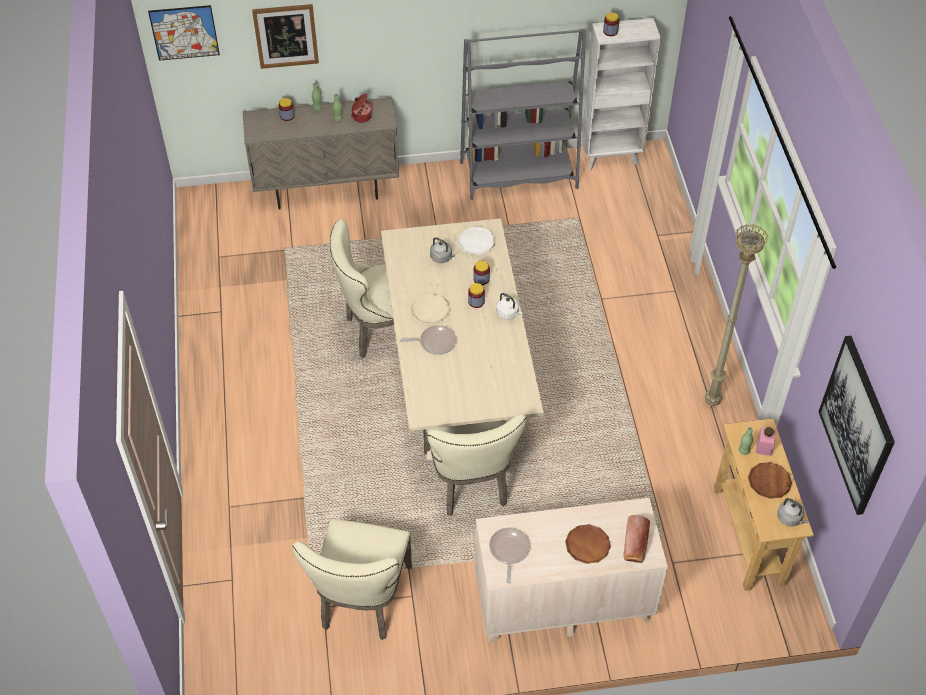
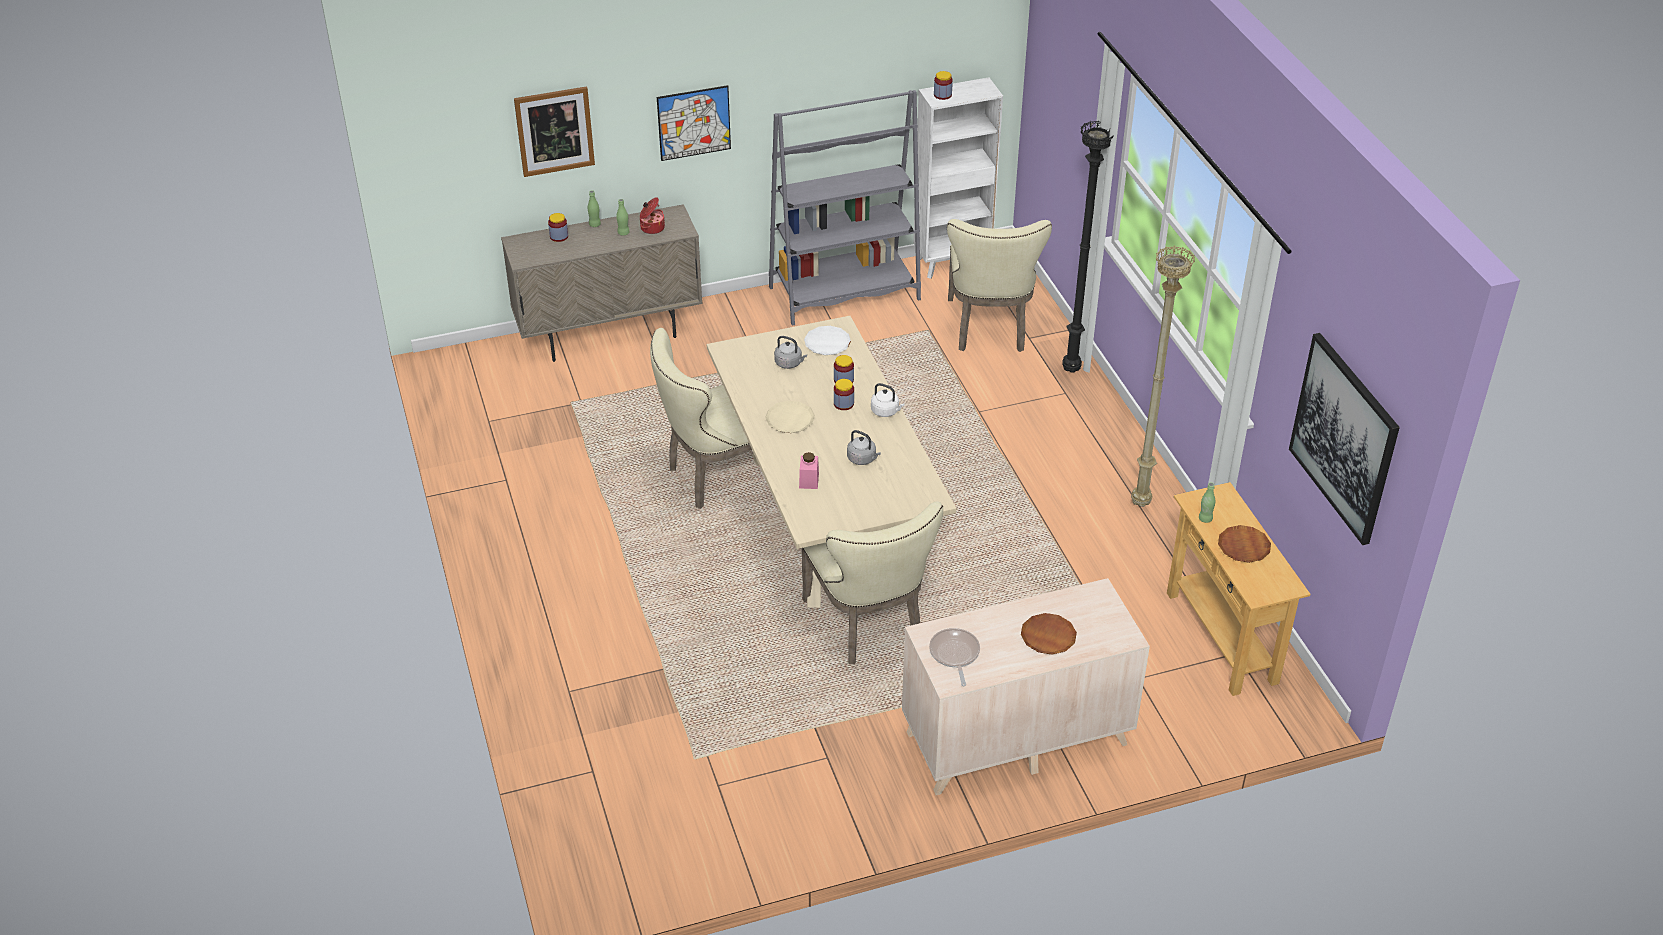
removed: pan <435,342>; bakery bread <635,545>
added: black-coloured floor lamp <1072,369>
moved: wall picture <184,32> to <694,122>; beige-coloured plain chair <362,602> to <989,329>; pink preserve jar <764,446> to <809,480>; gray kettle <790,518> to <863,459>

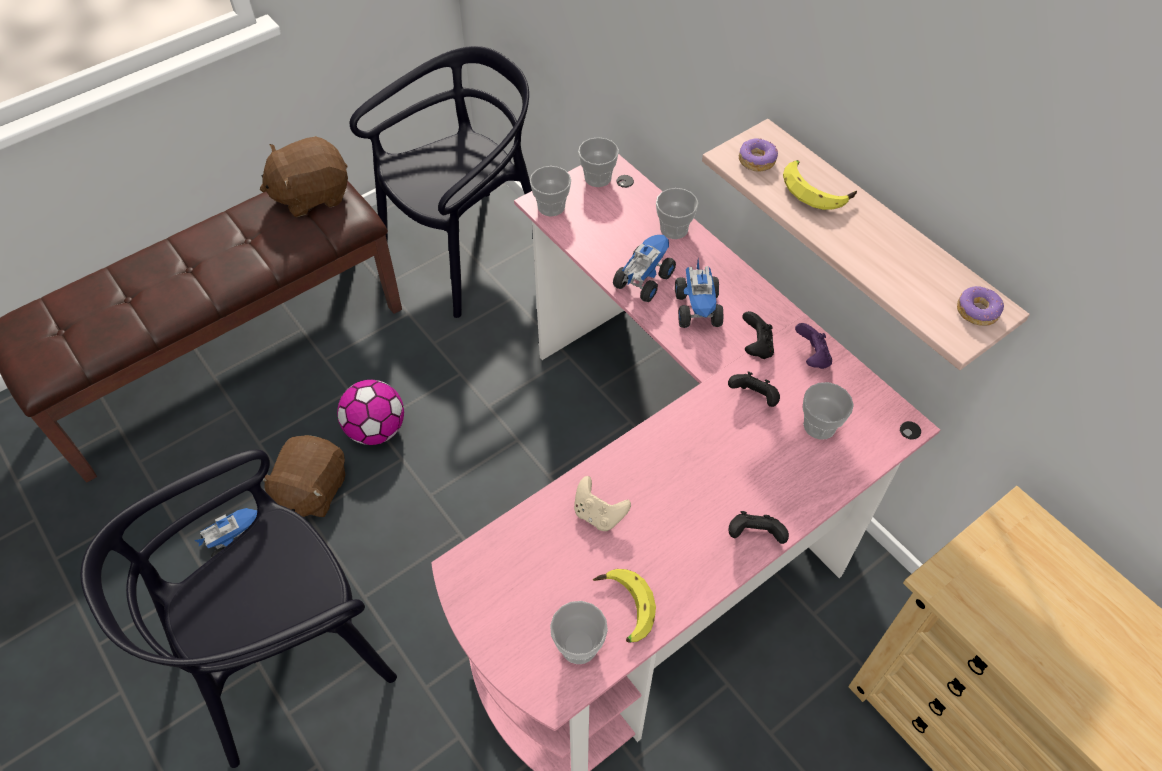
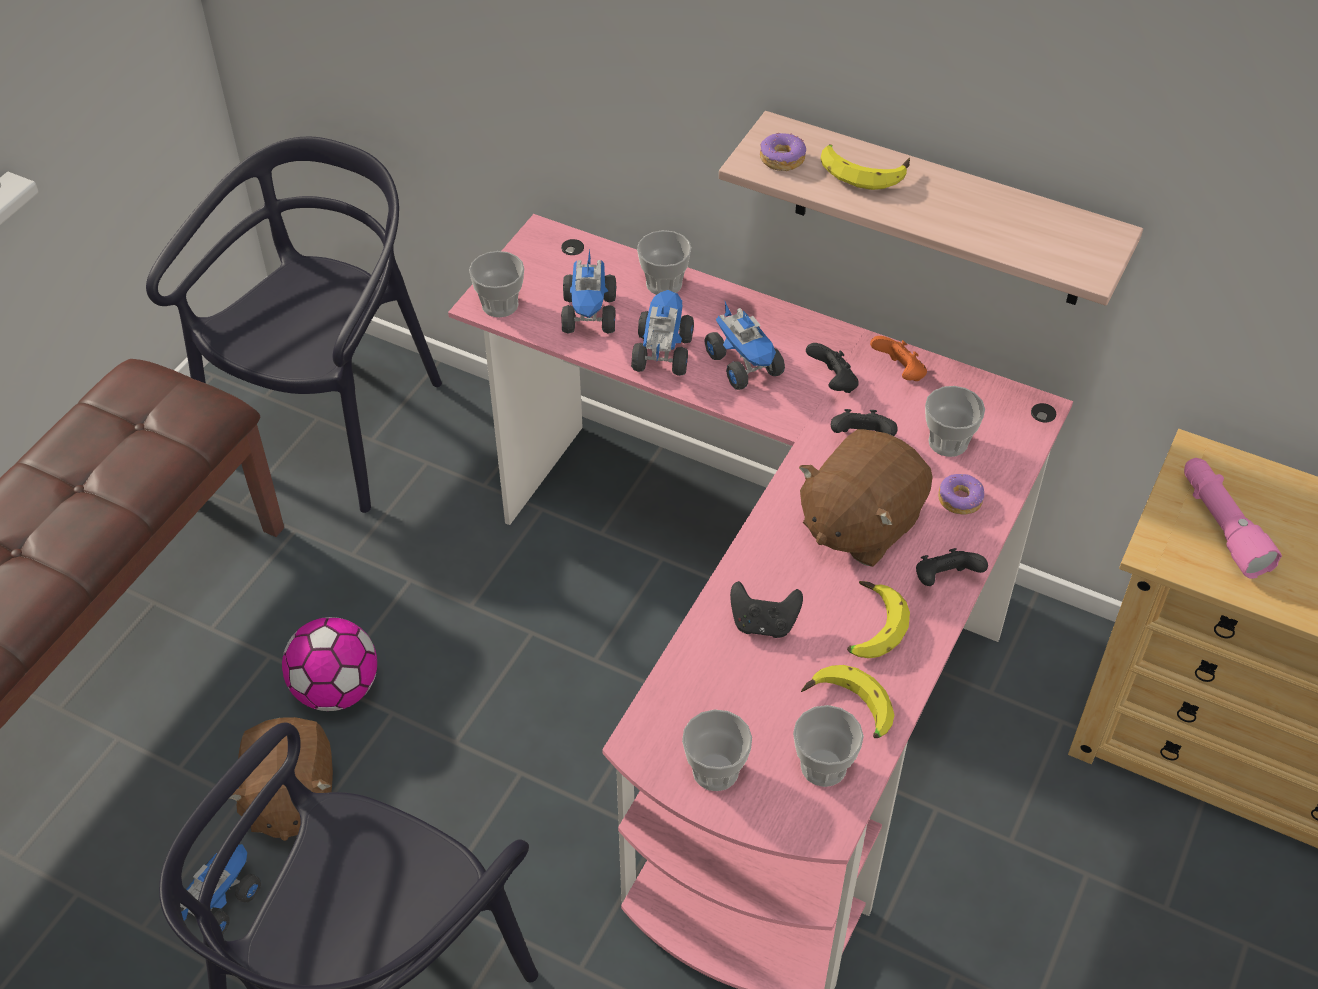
added: toy truck <590,315>; banana fruit <869,626>; pink hand torch <1221,525>
moved: brownish plush toy <311,195> to <859,524>; drinking cup <598,178> to <715,771>; doughnut <977,311> to <960,499>
recoloured: beige-coloured gamepad <598,514> to black-coloured gamepad <763,623>; purple gamepad <811,357> to orangey gamepad <899,373>

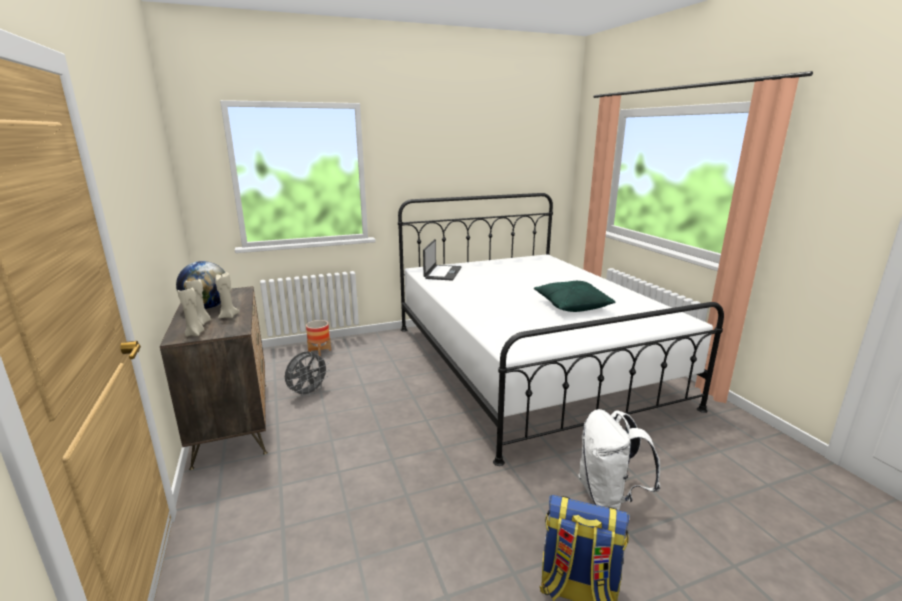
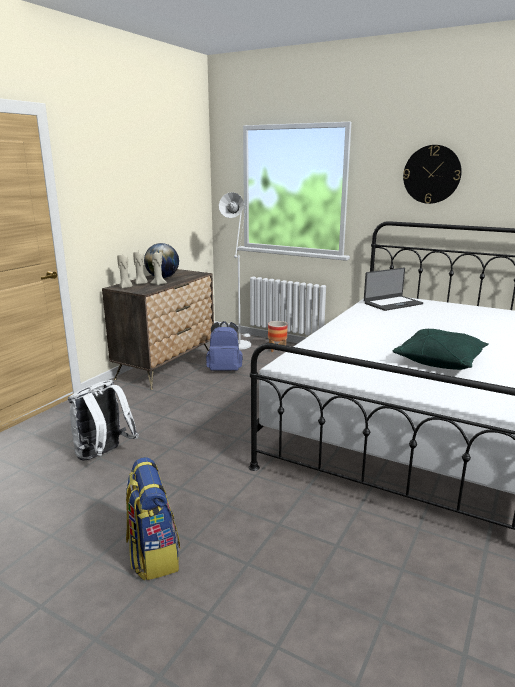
added: white-coloured floor lamp <239,343>; wall clock <431,174>
moved: white-coloured knapsack <609,497> to <103,455>
replaced: gray electric fan <308,393> to blue-coloured knapsack <225,370>

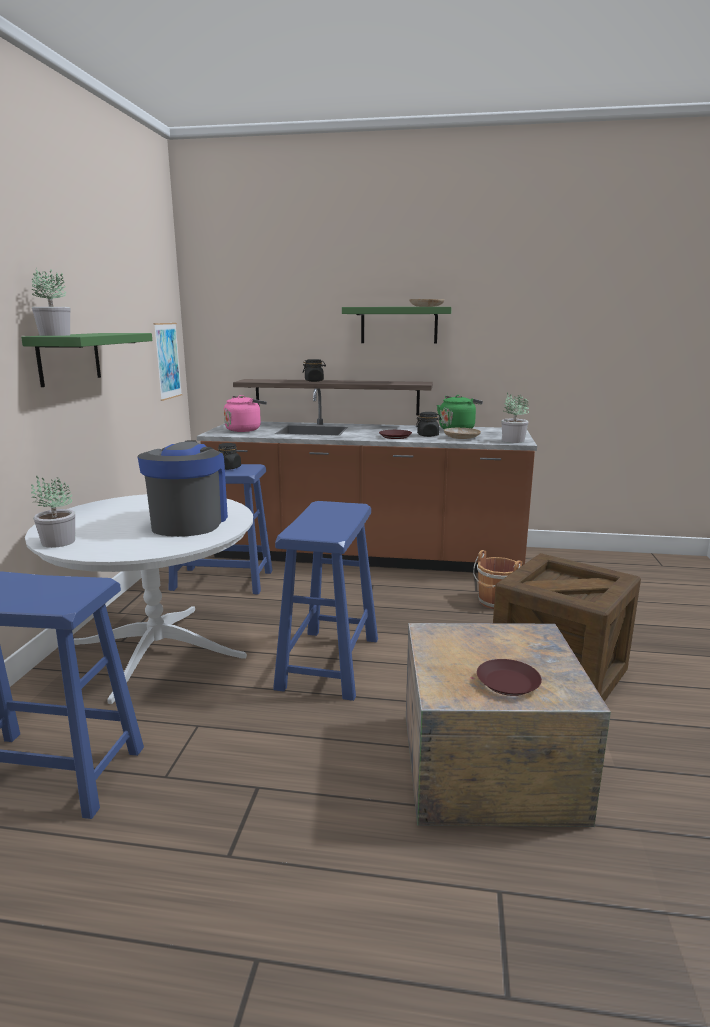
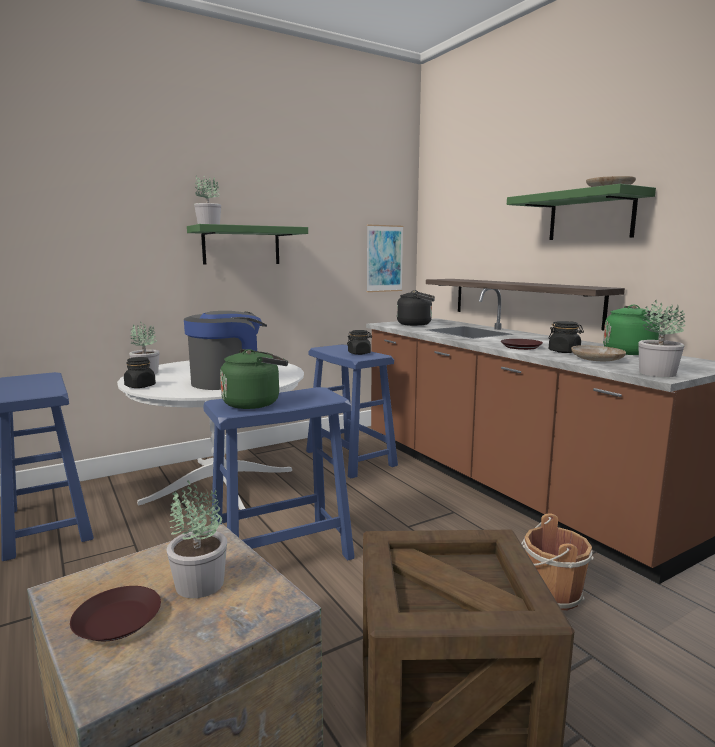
added: houseplant <198,583>; green-coloured kettle <255,403>
moved: black-coloured preserve jar <314,381> to <140,386>
recoloured: pink kettle <245,429> to black-coloured kettle <416,324>

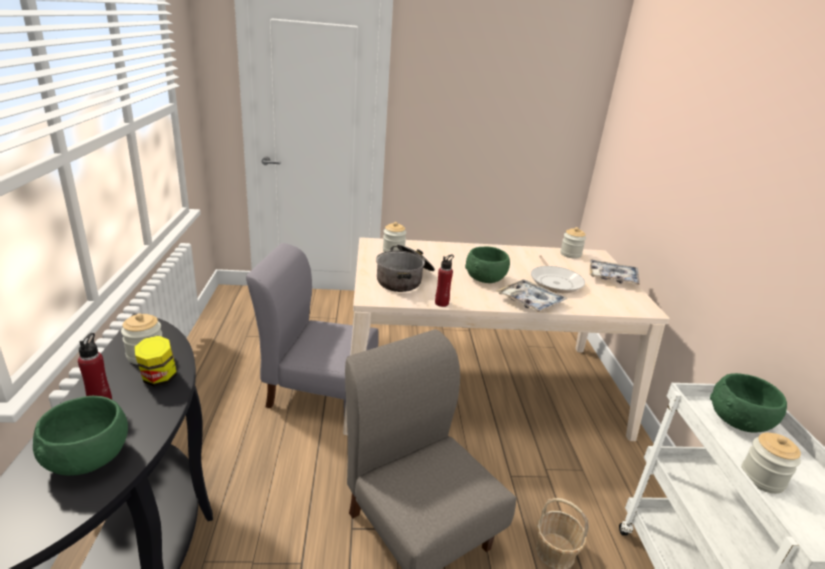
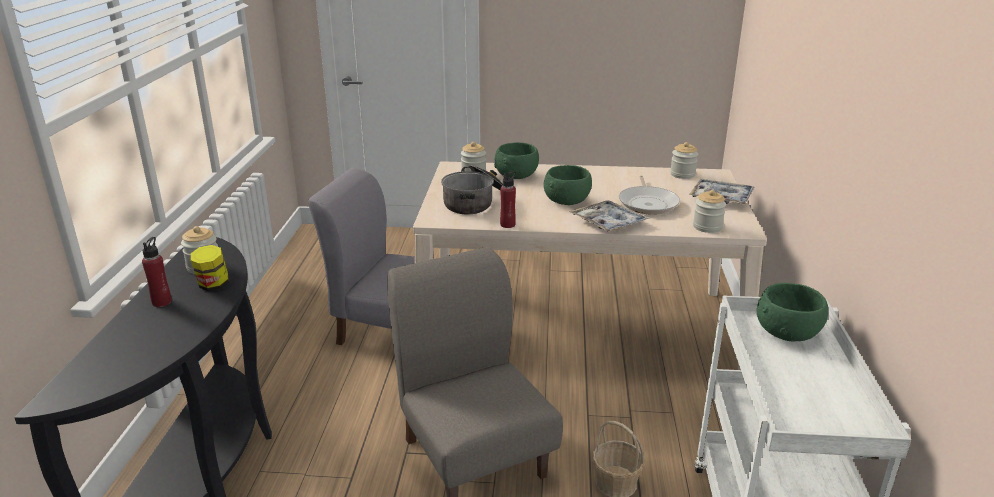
moved: green-coloured bowl <88,459> to <516,176>; preserve jar <762,478> to <707,227>

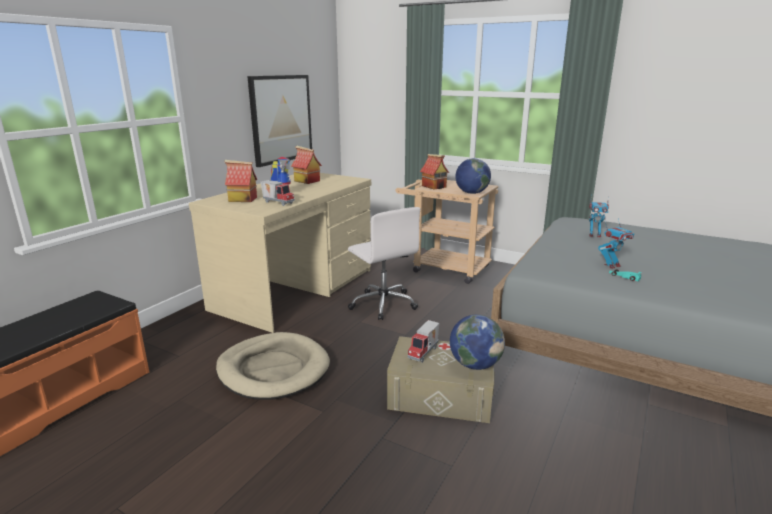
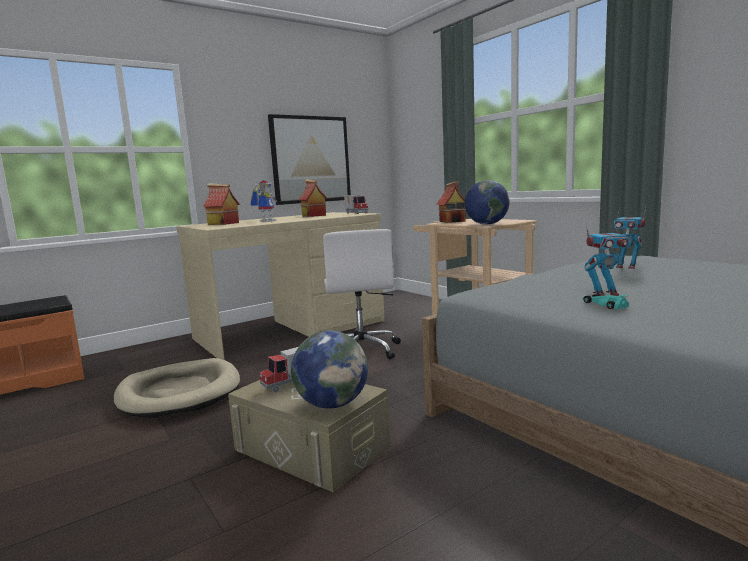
moved: toy truck <279,202> to <357,213>

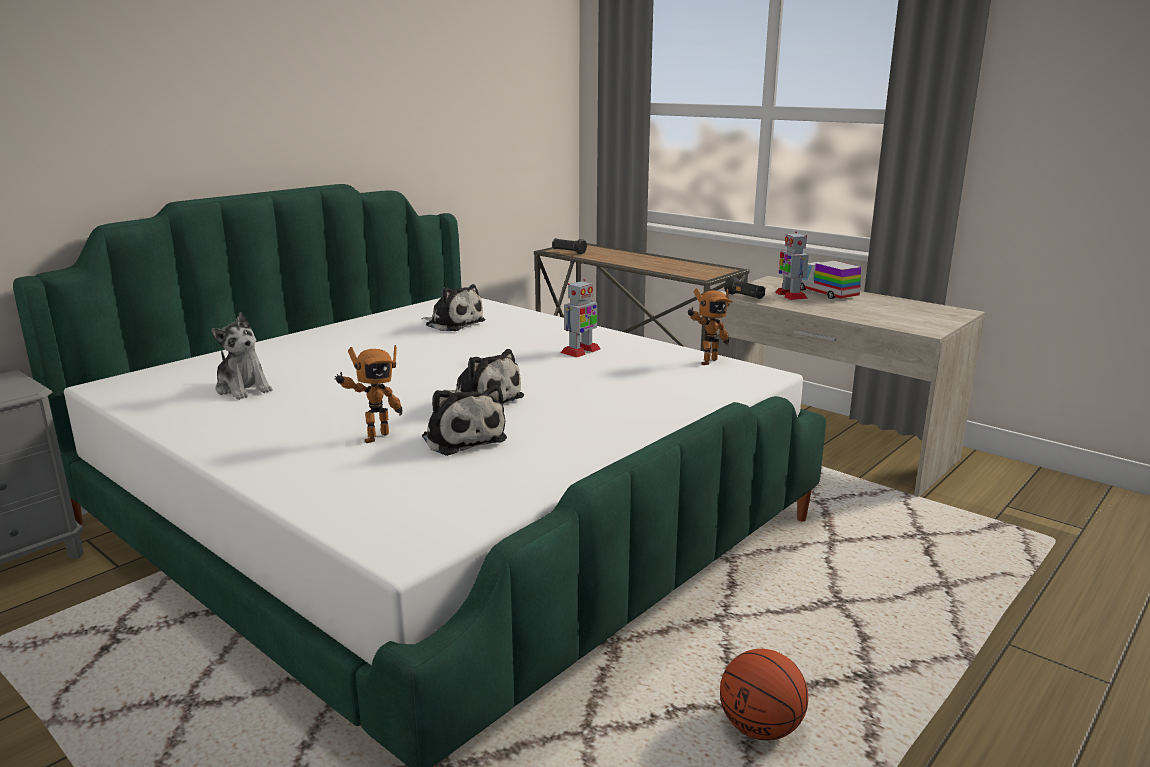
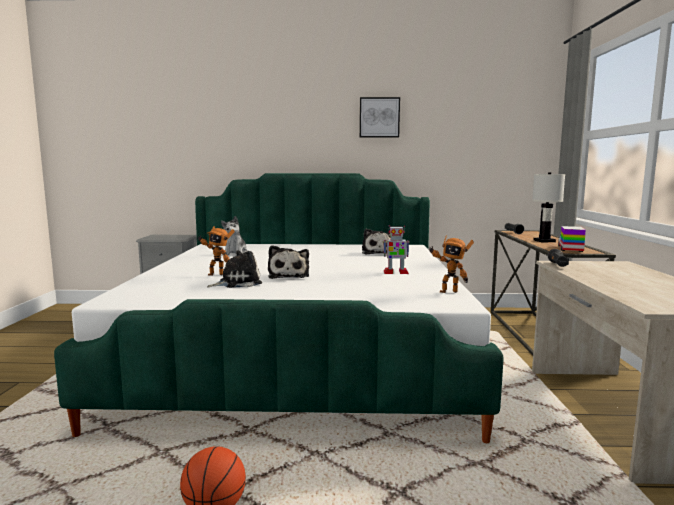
removed: robot figure <790,295>
added: wall picture <379,117>; white-coloured tabletop lamp <544,241>
moved: toy truck <826,293> to <570,249>
turned: plush toy <462,438> = <237,283> 135 degrees counterclockwise

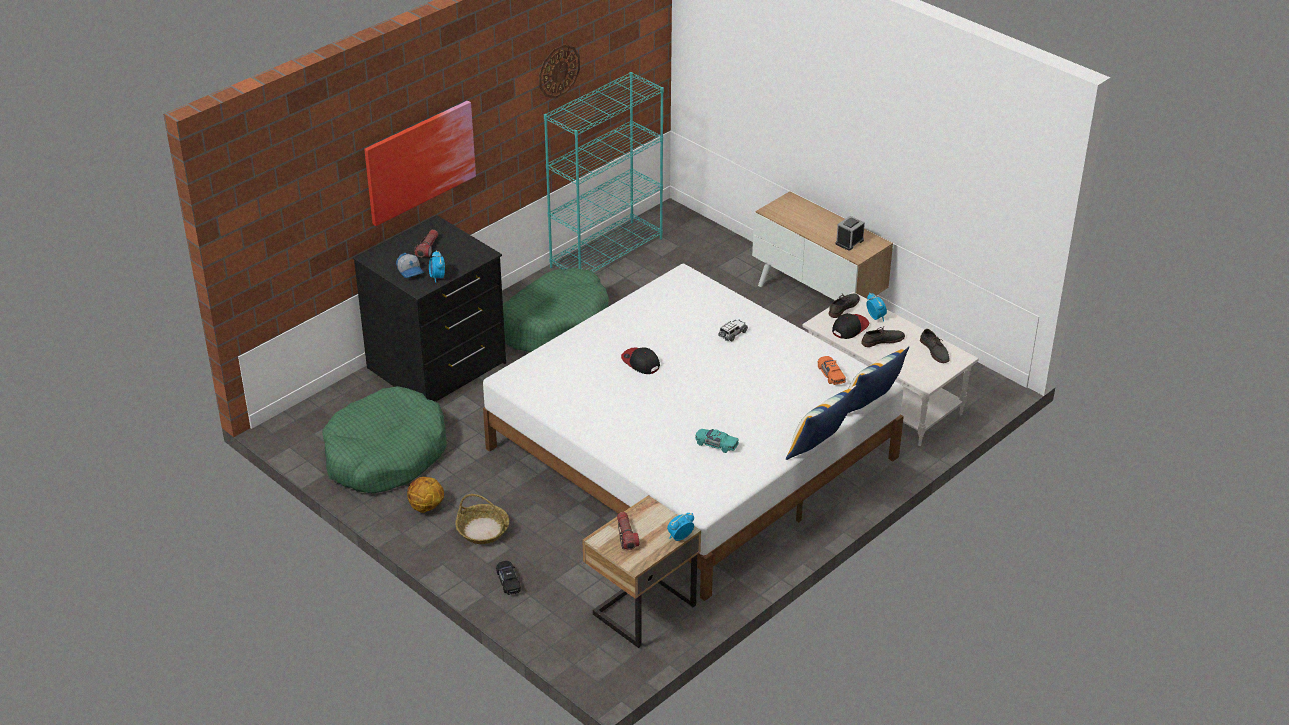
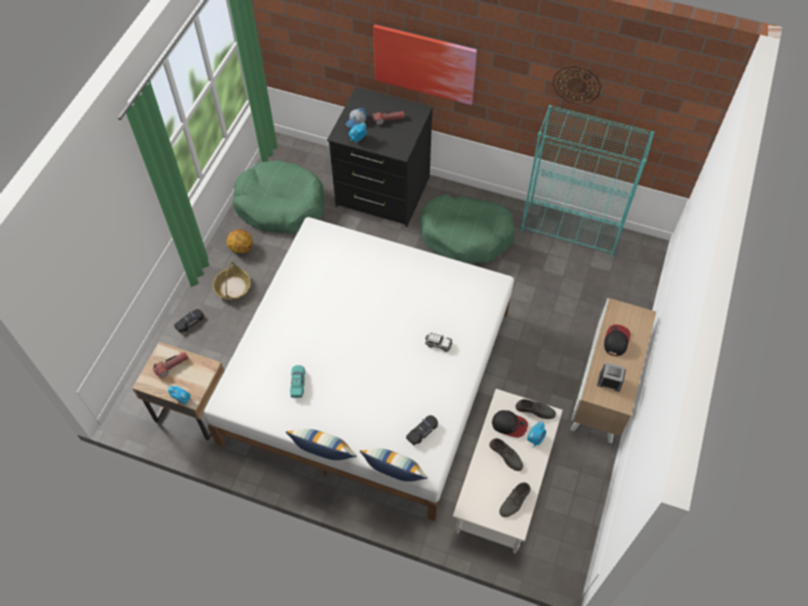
moved: peaked cap <640,362> to <616,341>
recoloured: orangey model car <831,375> to black-coloured model car <422,432>

